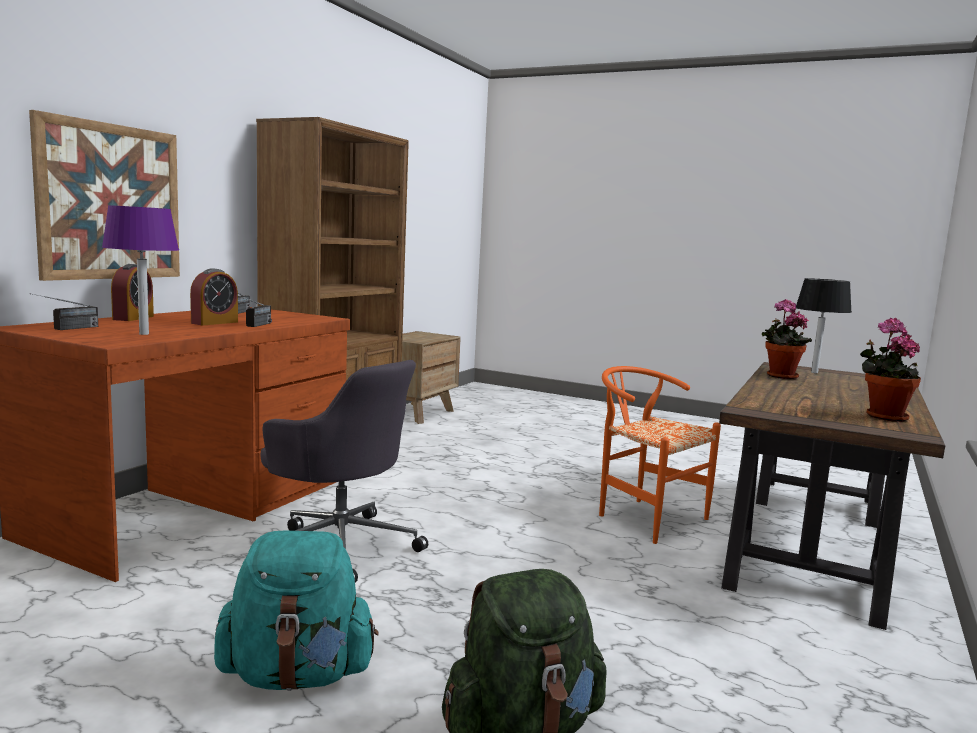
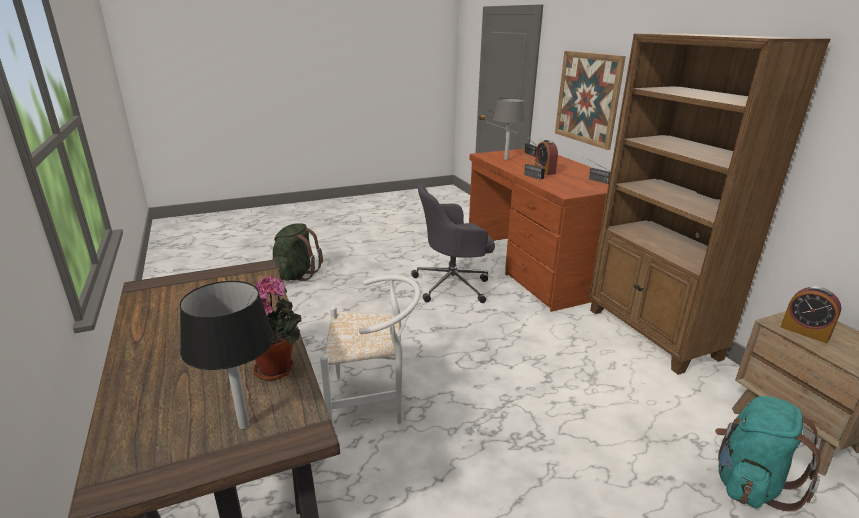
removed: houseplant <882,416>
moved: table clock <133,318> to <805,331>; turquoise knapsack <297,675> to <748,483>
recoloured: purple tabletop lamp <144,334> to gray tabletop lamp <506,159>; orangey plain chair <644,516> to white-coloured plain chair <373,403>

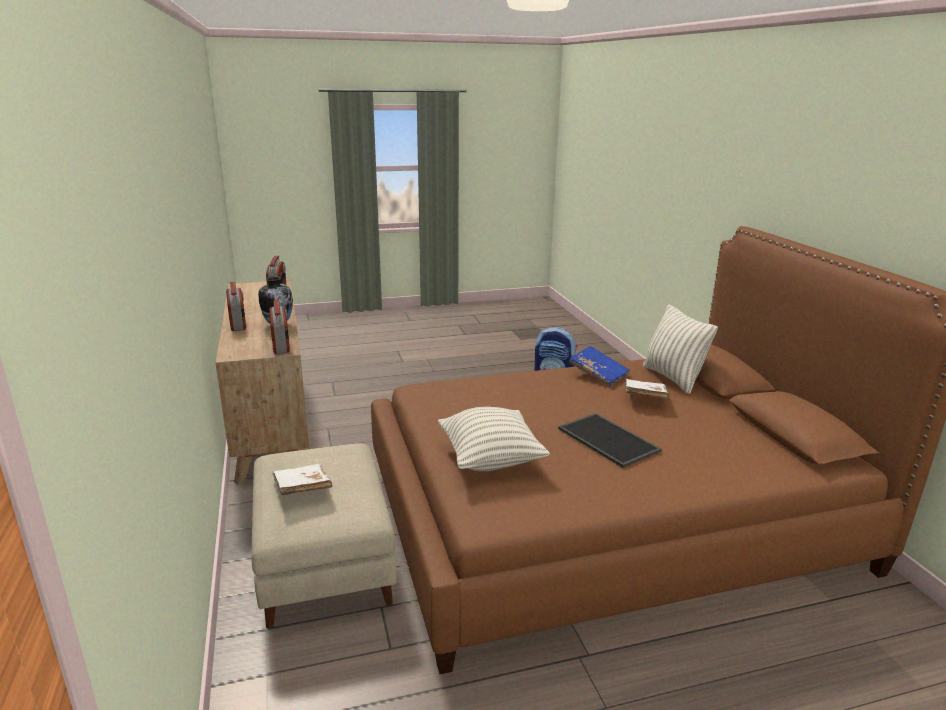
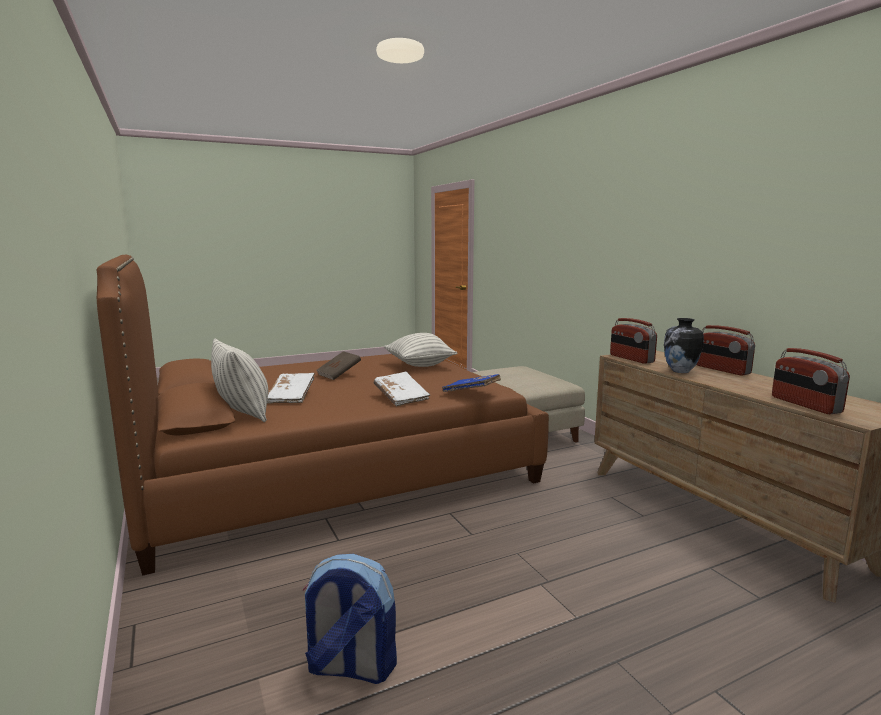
moved: white-coloured bound book <302,489> to <401,397>; blue-coloured bound book <598,374> to <471,392>
replaced: tray <610,439> to brownish bound book <339,375>

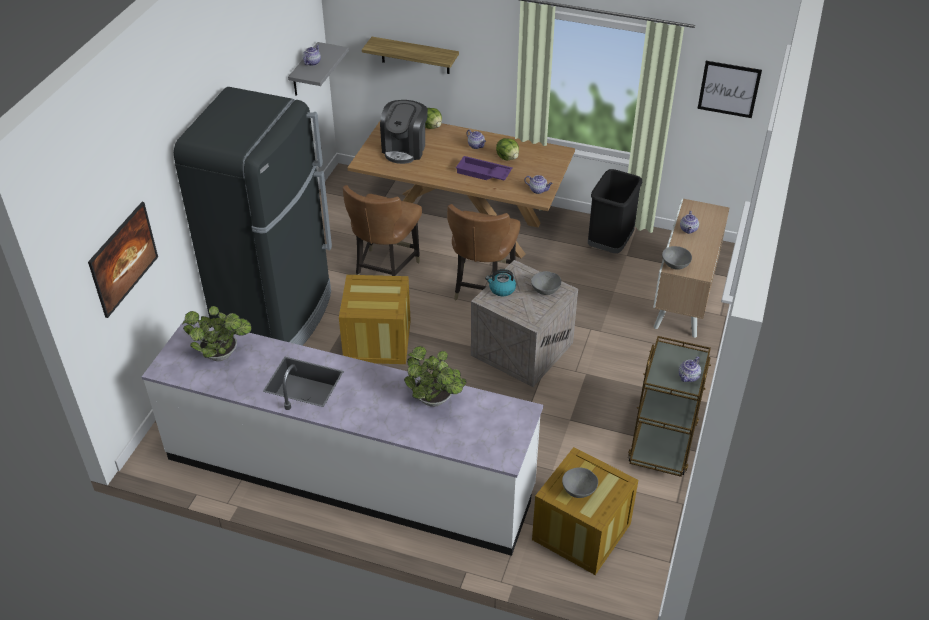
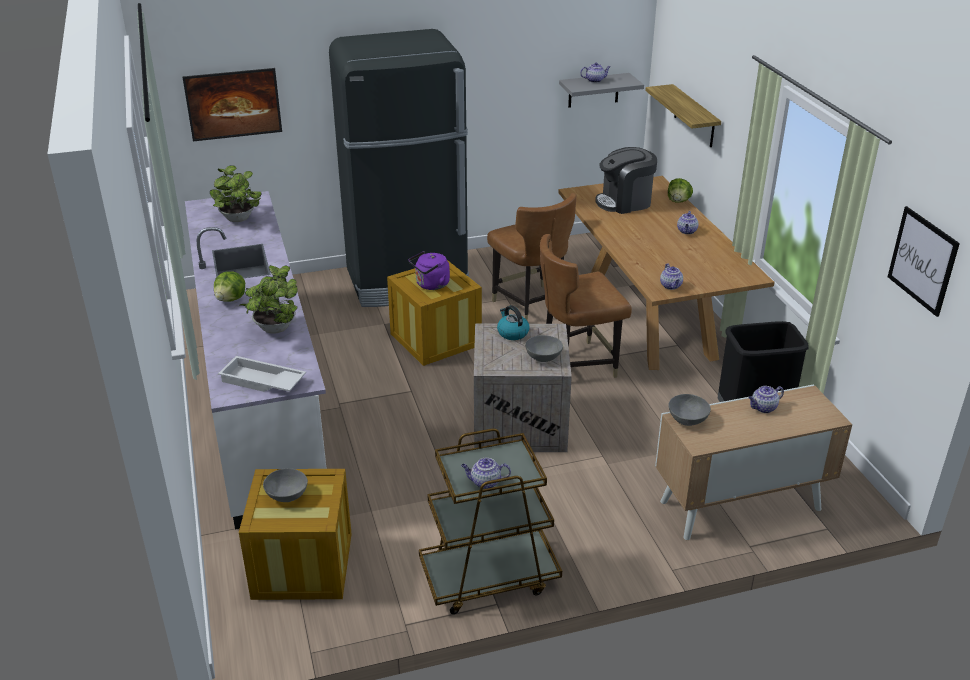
removed: purple tray <483,173>
added: white-coloured tray <262,382>; purple kettle <431,285>
moved: lettuce head <508,157> to <231,299>
turned: brownish plain chair <385,270> = <531,305> 105 degrees counterclockwise

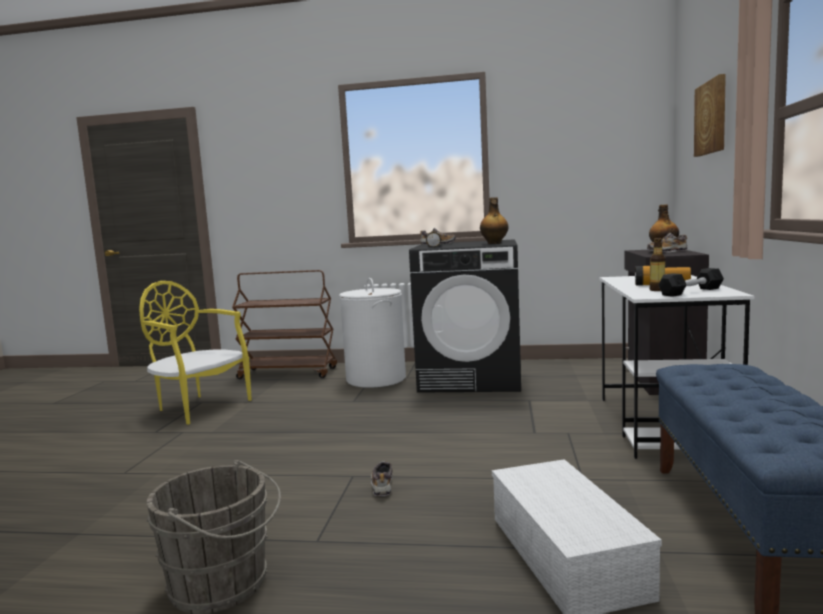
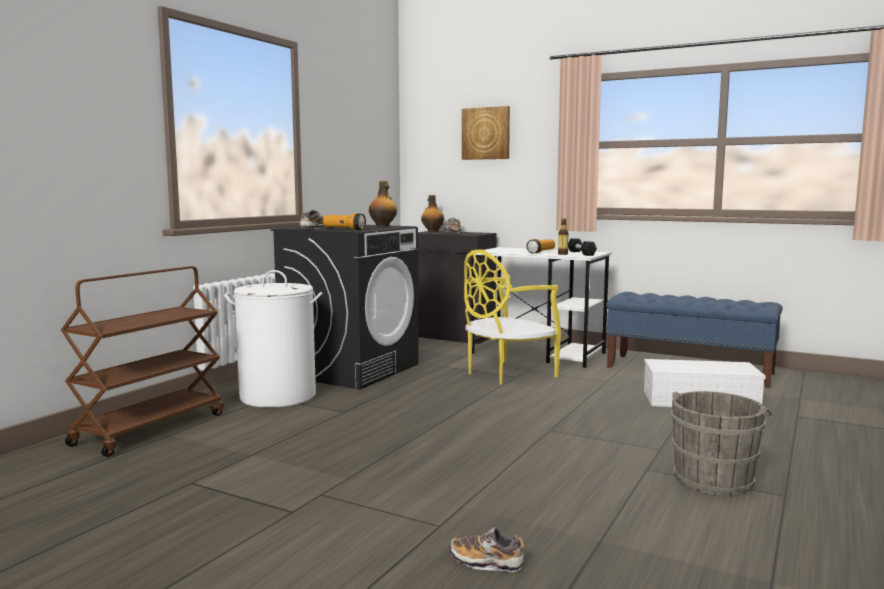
moved: yellow-coloured plain chair <199,407> to <506,374>; low shoe <382,485> to <486,562>

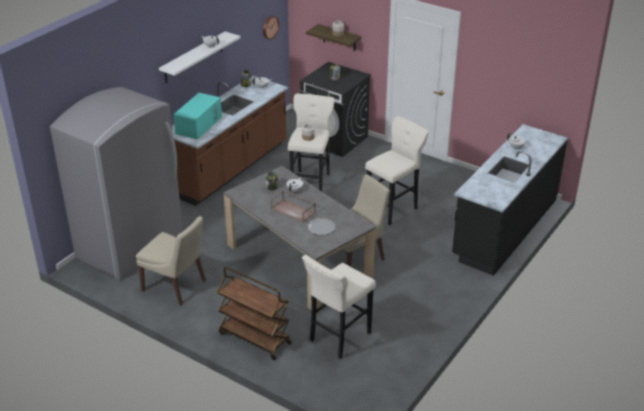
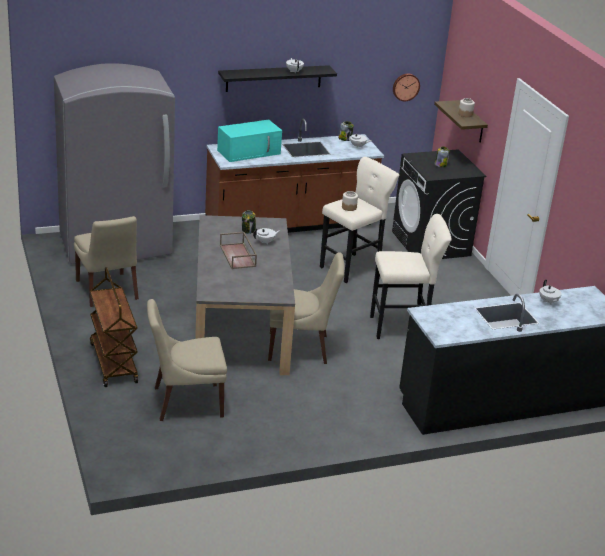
removed: flat dish <321,228>
replaced: beige-coloured stool <338,338> to beige-coloured plain chair <185,402>
recoloured: white-coloured bracket shelf <193,57> to black-coloured bracket shelf <274,78>

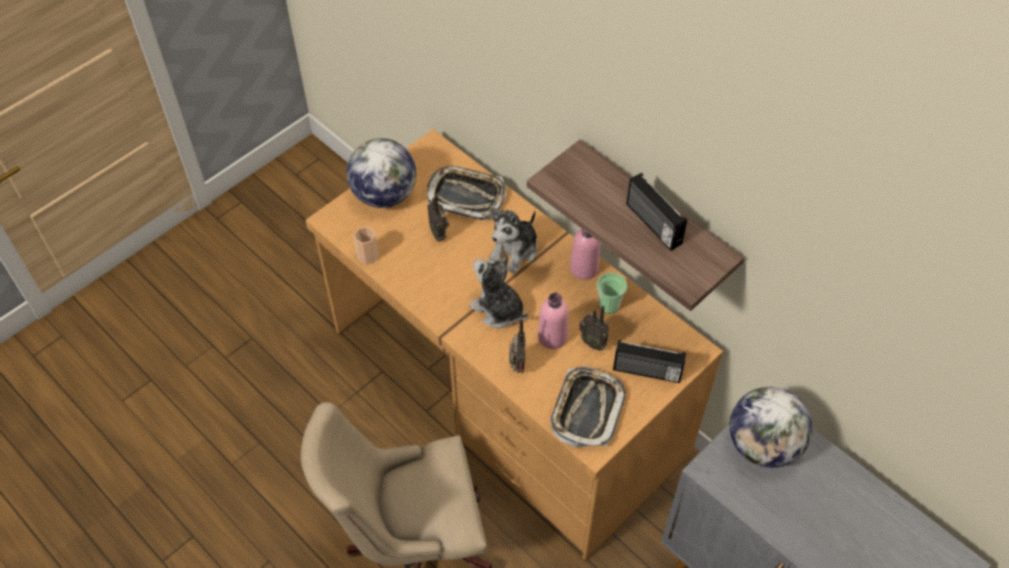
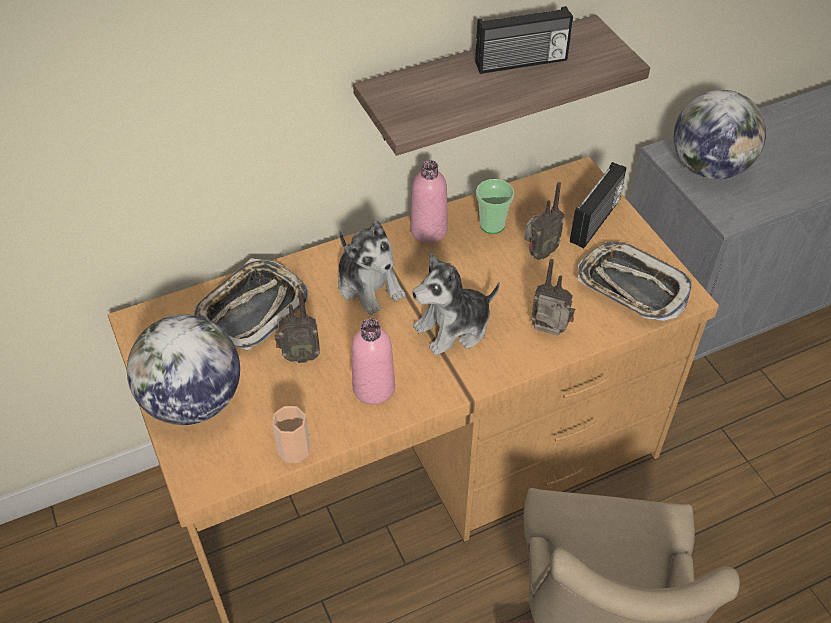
moved: pink drink bottle <552,337> to <373,388>

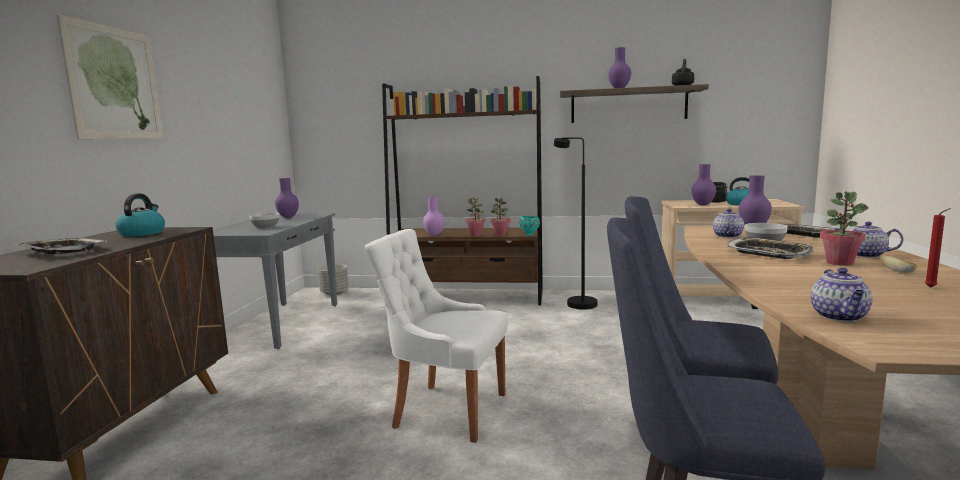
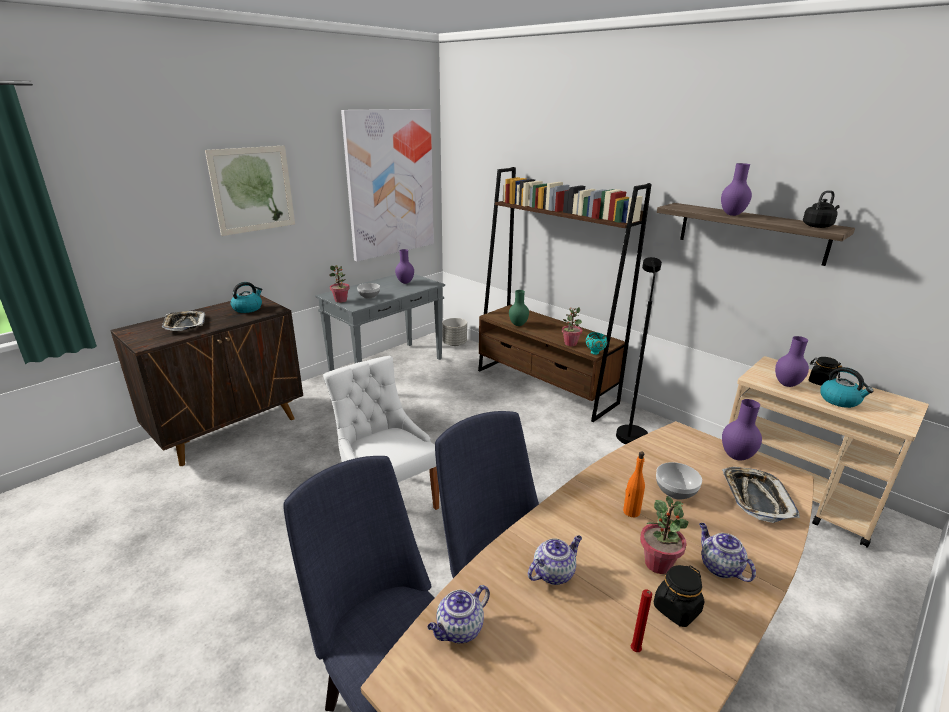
added: wall picture <391,184>
moved: houseplant <476,234> to <341,300>; pot for tea <727,236> to <554,573>
replaced: tray <768,253> to orangey drink bottle <631,512>; bakery bread <897,271> to black-coloured preserve jar <676,609>
recoloured: purple flower vase <434,235> to green-coloured flower vase <517,325>

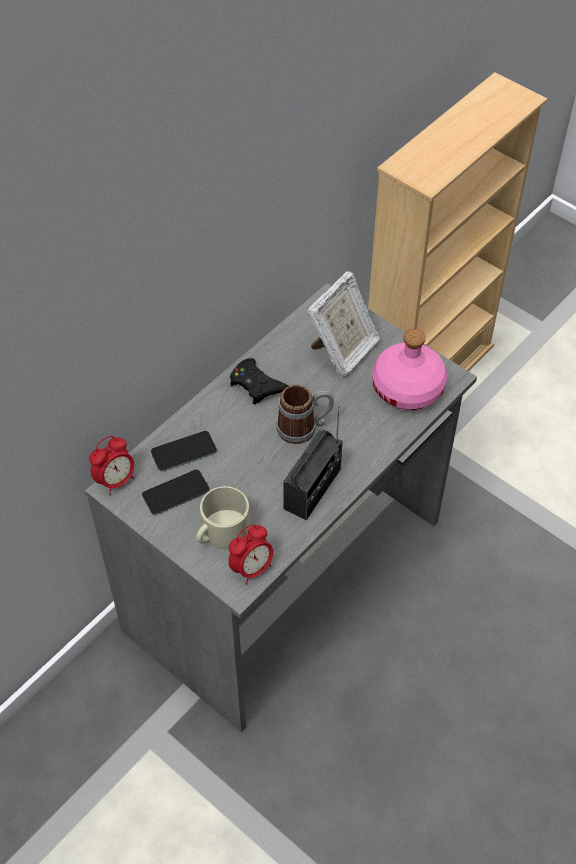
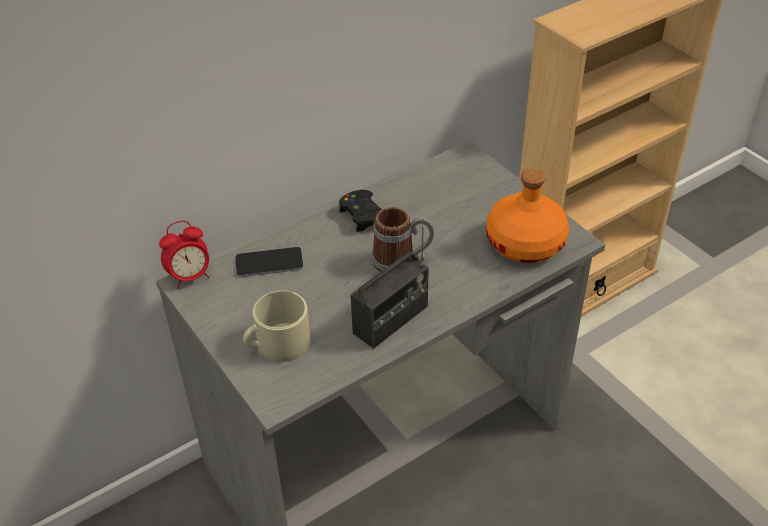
removed: phone <176,493>; table clock <252,568>; photo frame <343,351>
recoloured: pink drink bottle <408,388> to orangey drink bottle <526,243>

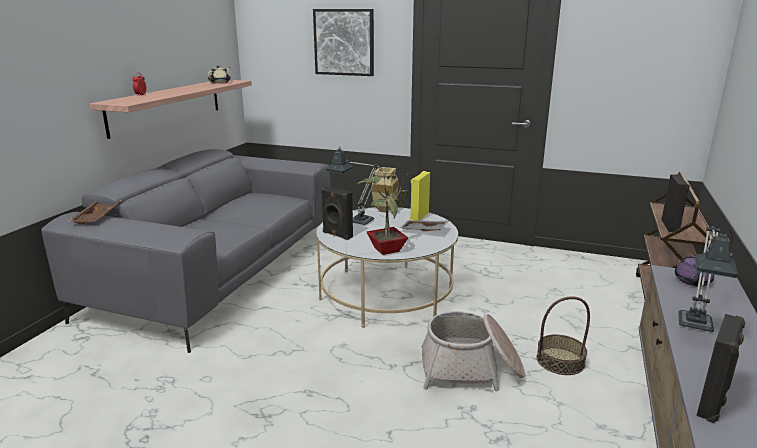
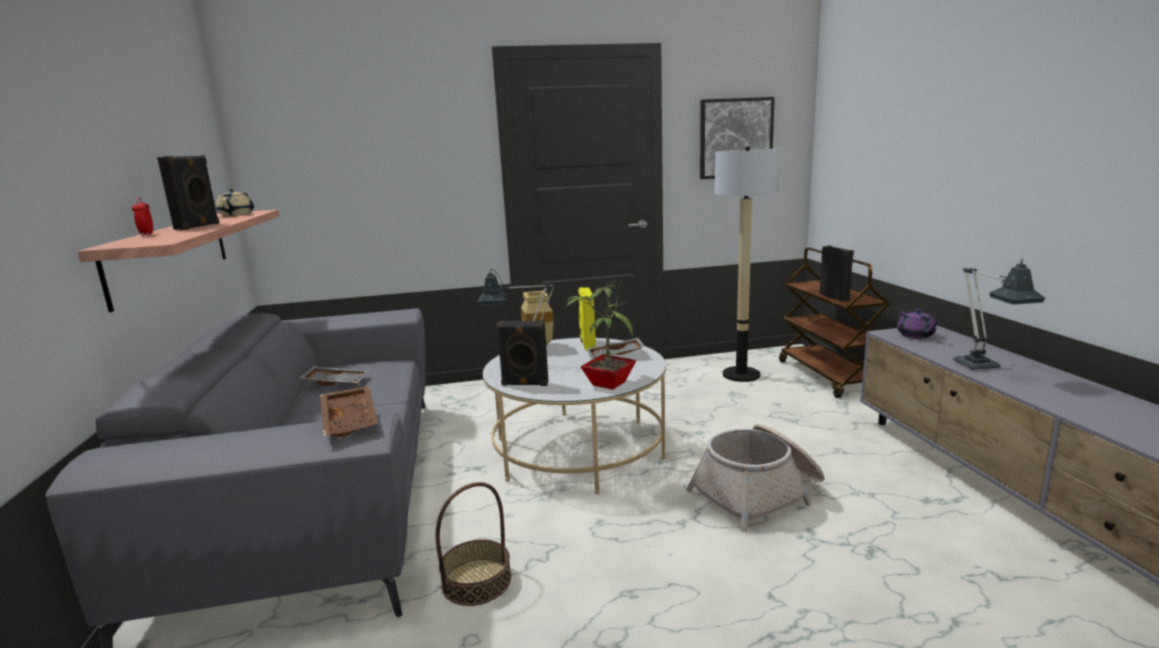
added: gray tray <336,382>; floor lamp <741,375>
moved: brownish tray <98,217> to <351,420>; wall picture <344,42> to <735,138>; household basket <560,361> to <476,581>; black-coloured speaker <713,404> to <198,226>

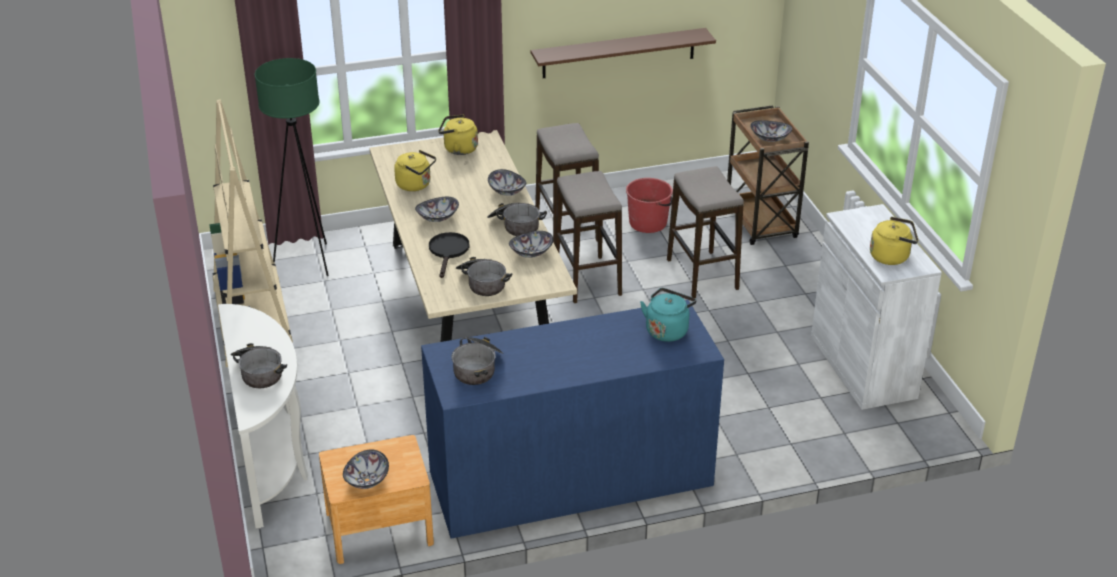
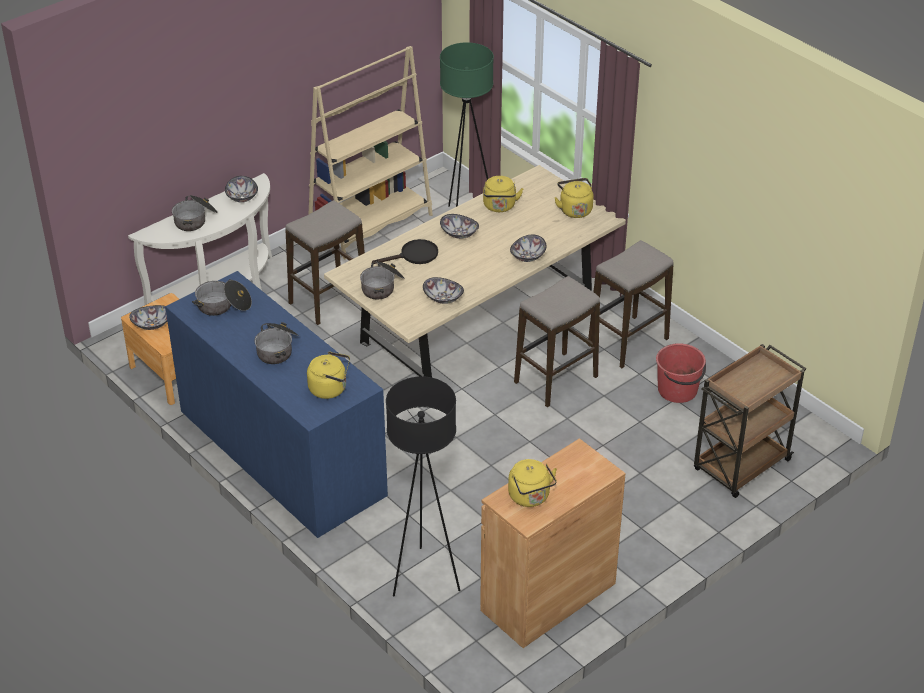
removed: brownish bracket shelf <618,53>
added: black-coloured floor lamp <424,577>
moved: saucepot <515,226> to <277,349>; stool <702,275> to <328,300>; bowl <770,139> to <241,197>
recoloured: turquoise kettle <667,330> to yellow-coloured kettle <330,389>; white-coloured storage cabinet <863,366> to brownish storage cabinet <548,597>

